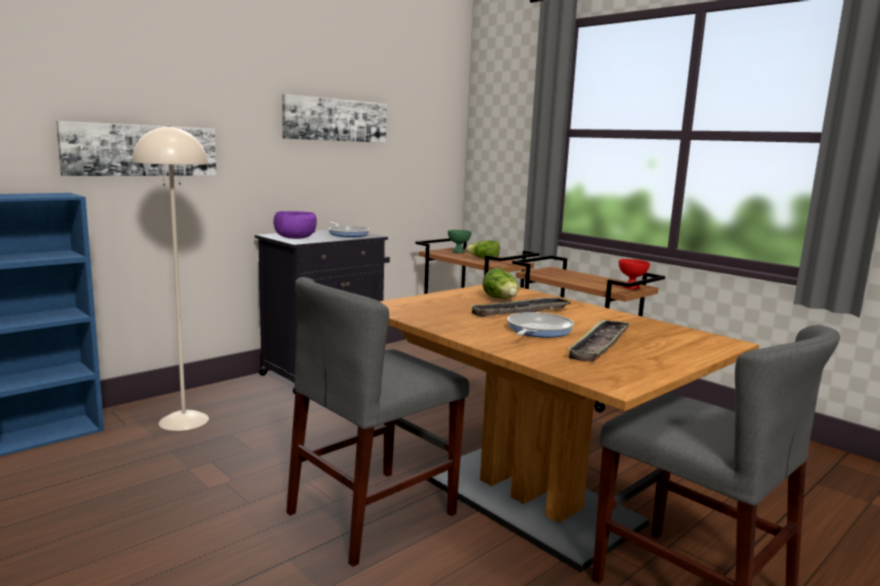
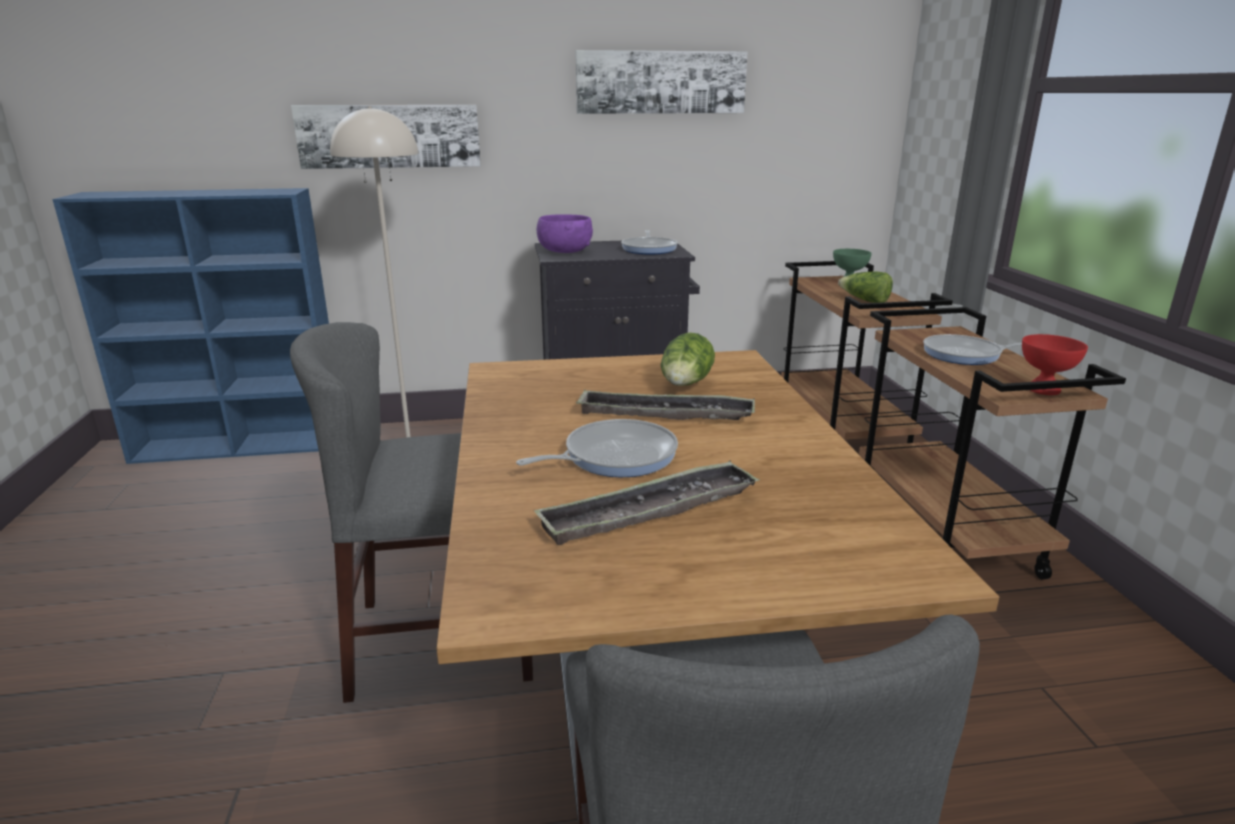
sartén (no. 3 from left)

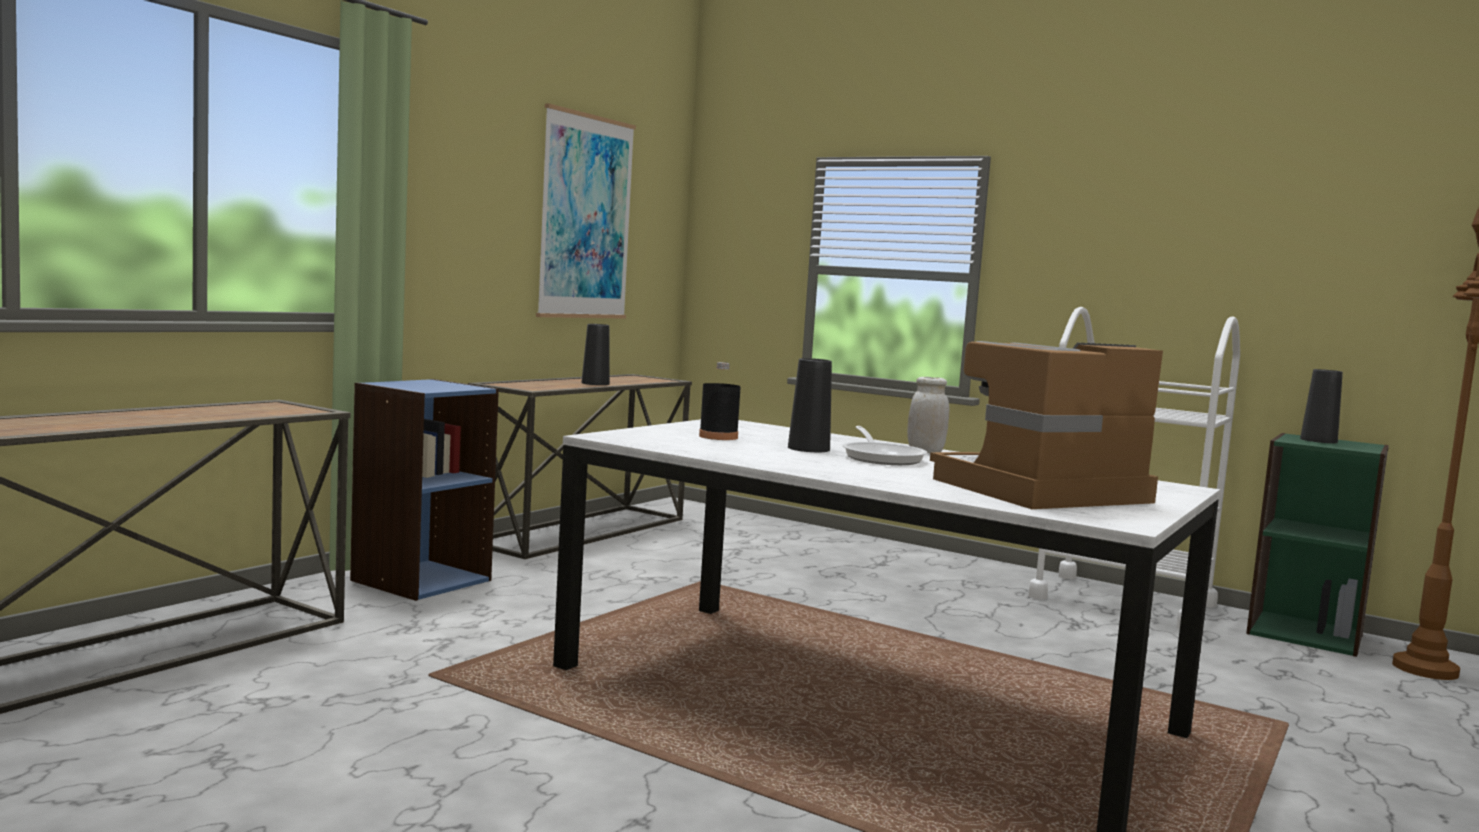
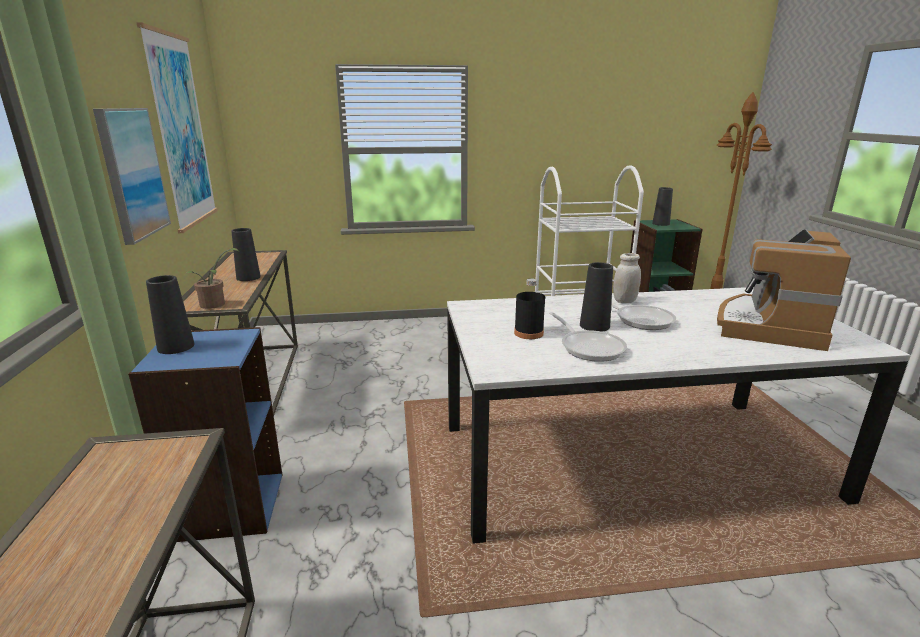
cuadro (no. 1 from left)
florero [negro] (no. 1 from left)
planta en maceta
sartén (no. 1 from left)

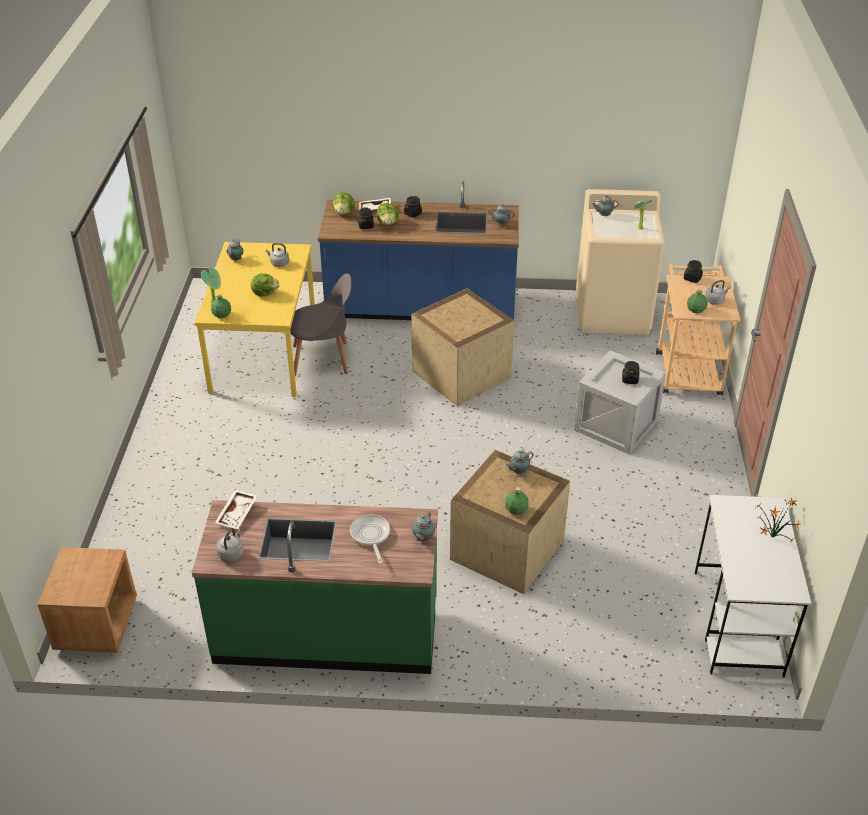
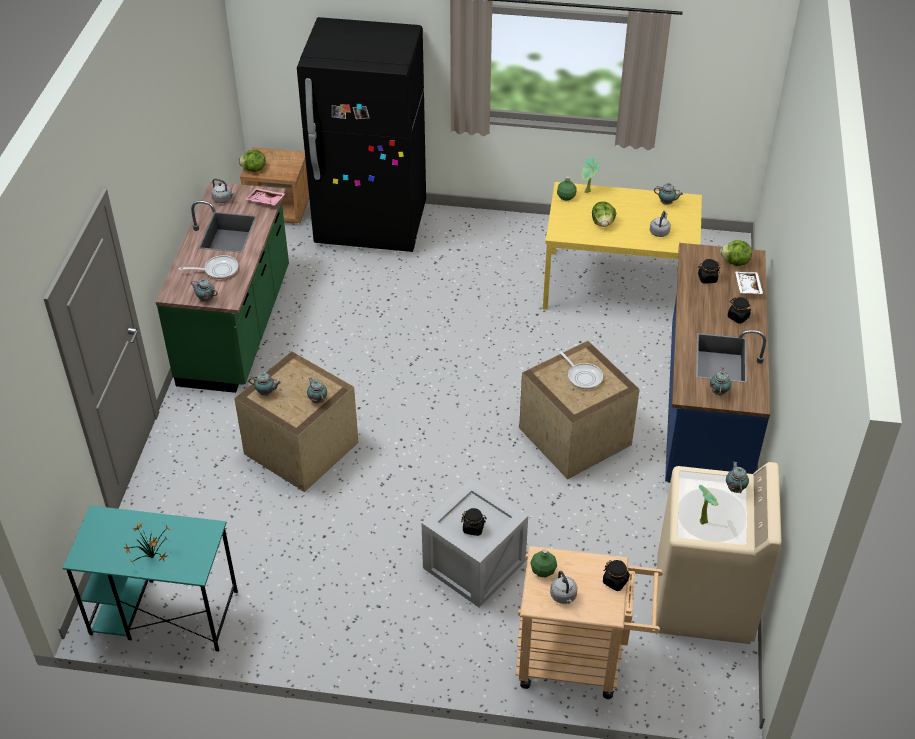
escritorio [turquesa]
lechuga (no. 1 from left)
bandeja [rosa]
tetera (no. 2 from left)
nevera [negro]
sartén (no. 2 from left)
silla [gris]

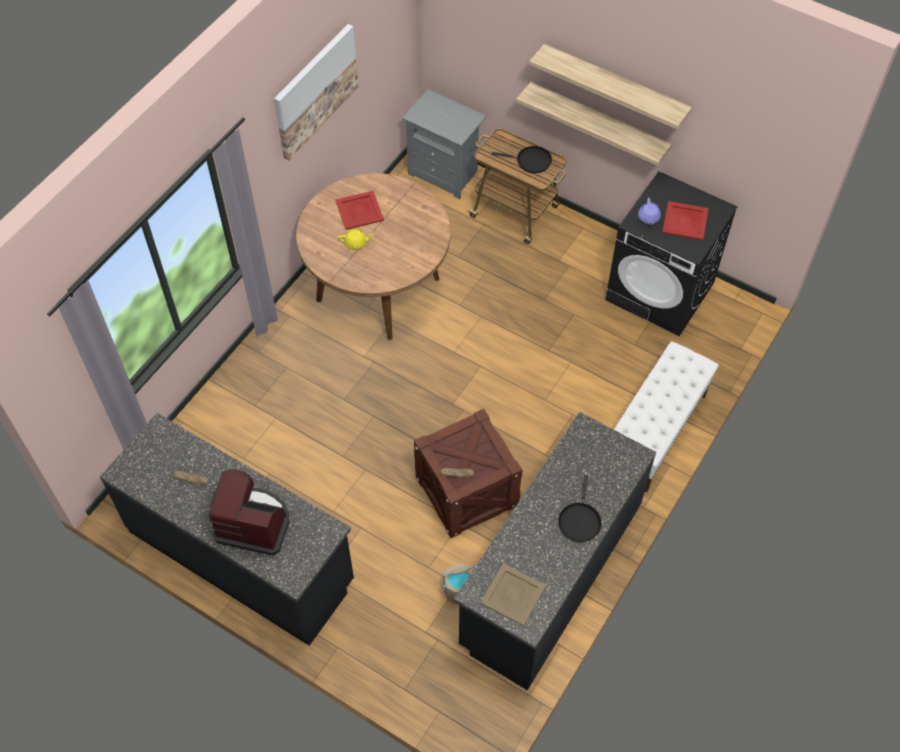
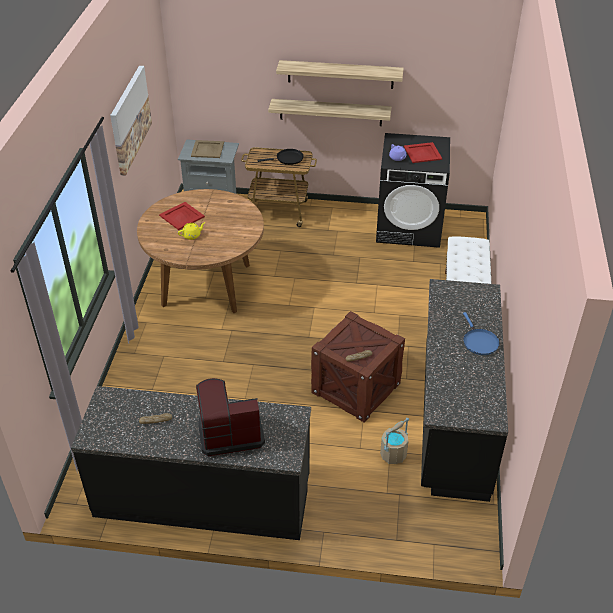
bandeja [beis]
sartén [azul]

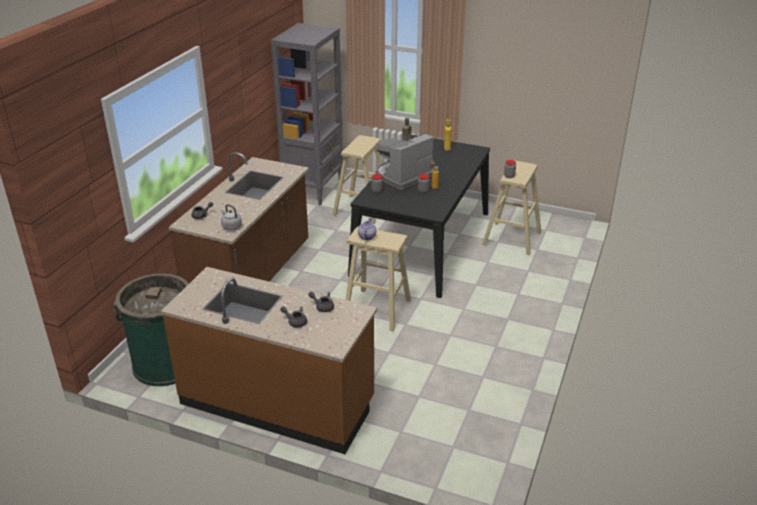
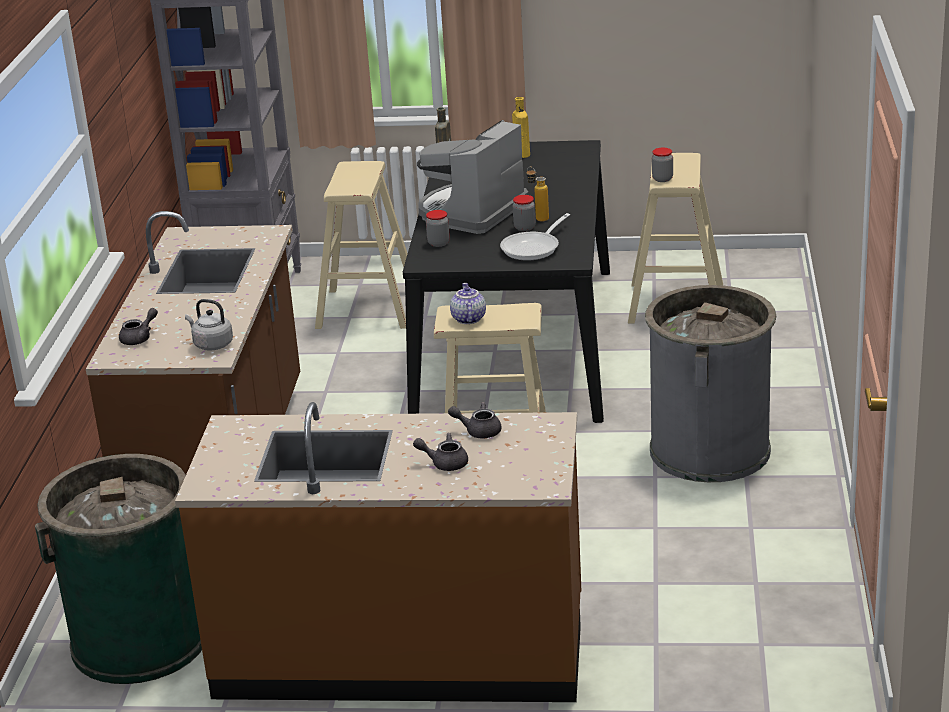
sartén
papelera [gris]

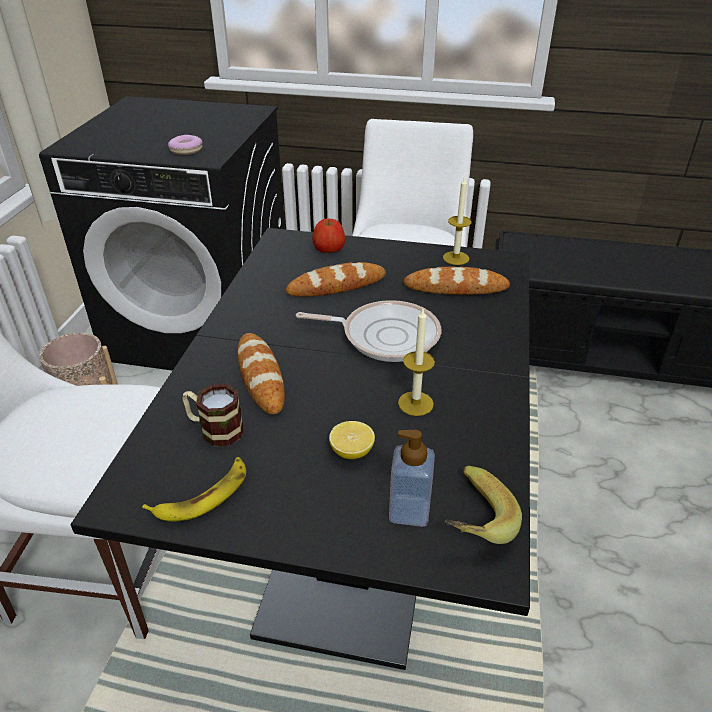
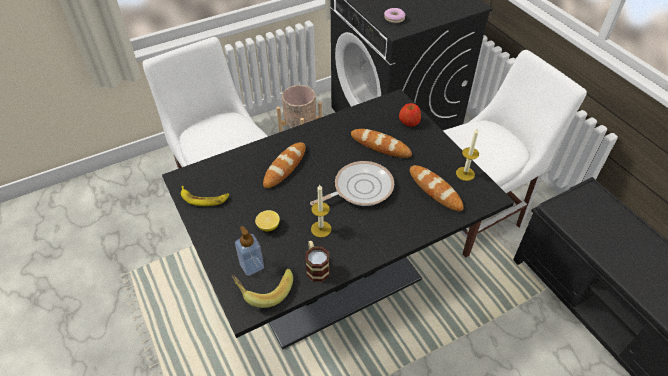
taza grande
sartén

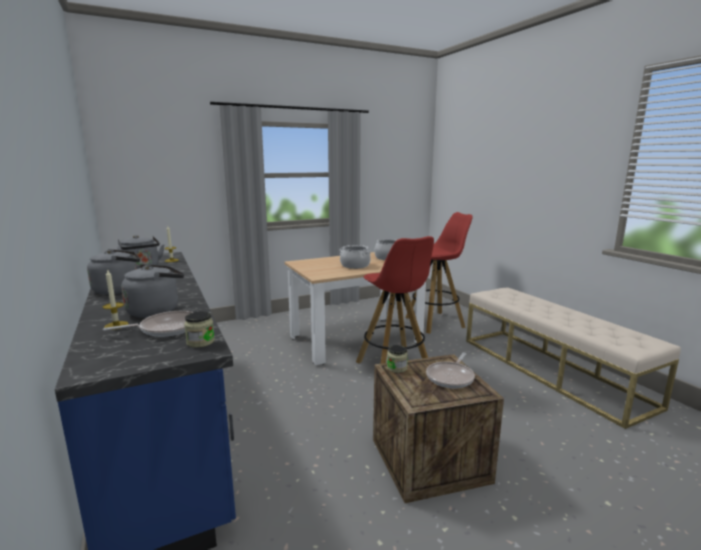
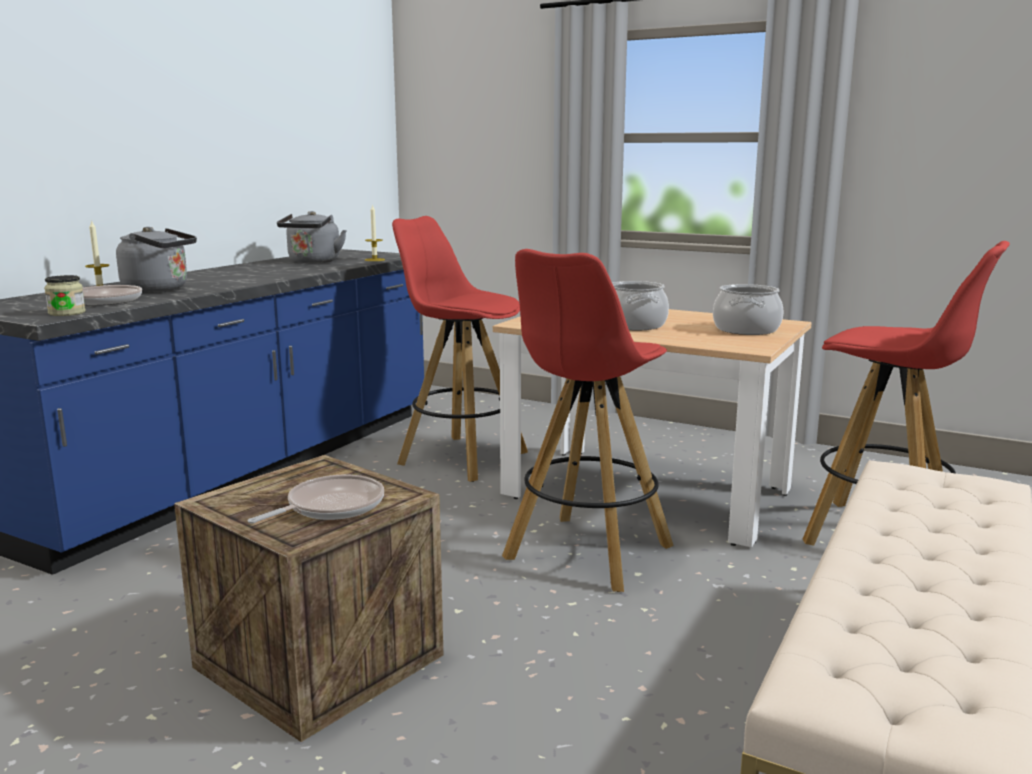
sartén (no. 2 from left)
taburete [rojo] (no. 1 from left)
hervidor [gris] (no. 1 from left in the first image)
tarro (no. 2 from left in the first image)

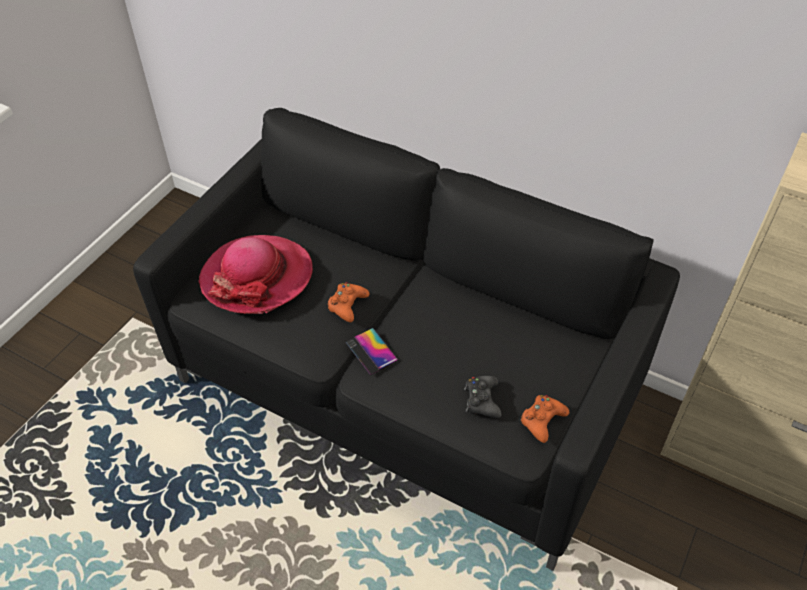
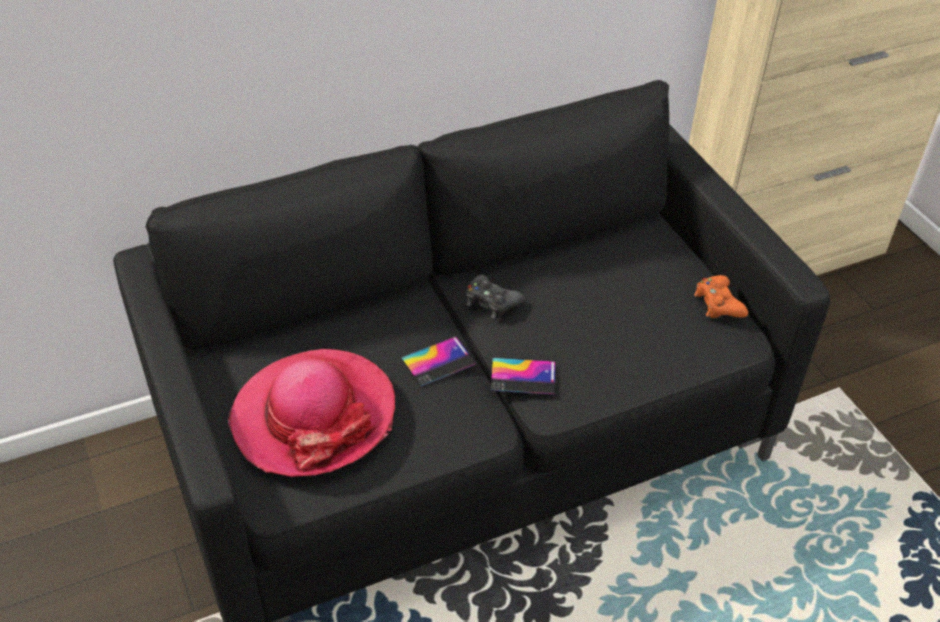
móvil (no. 1 from left)
mando de consola [negro]

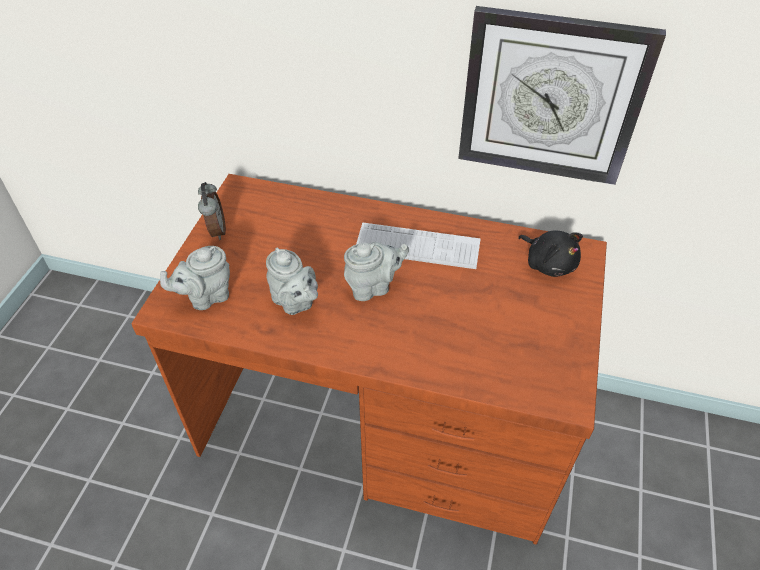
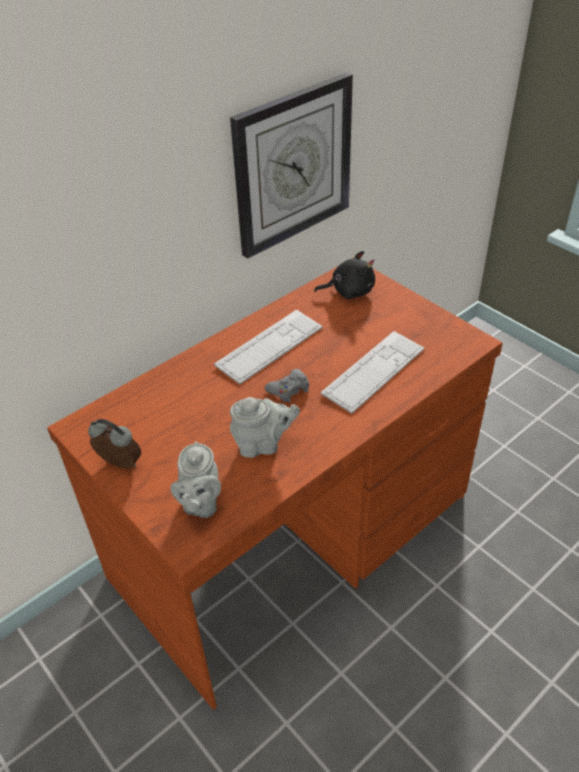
mando de consola [gris]
teclado (no. 2 from left)

